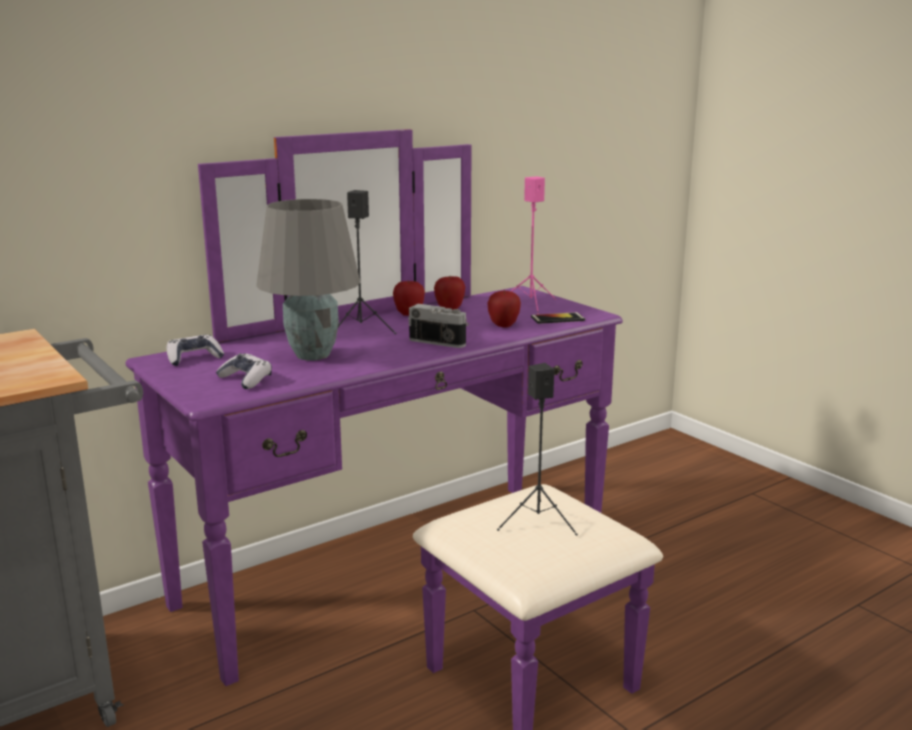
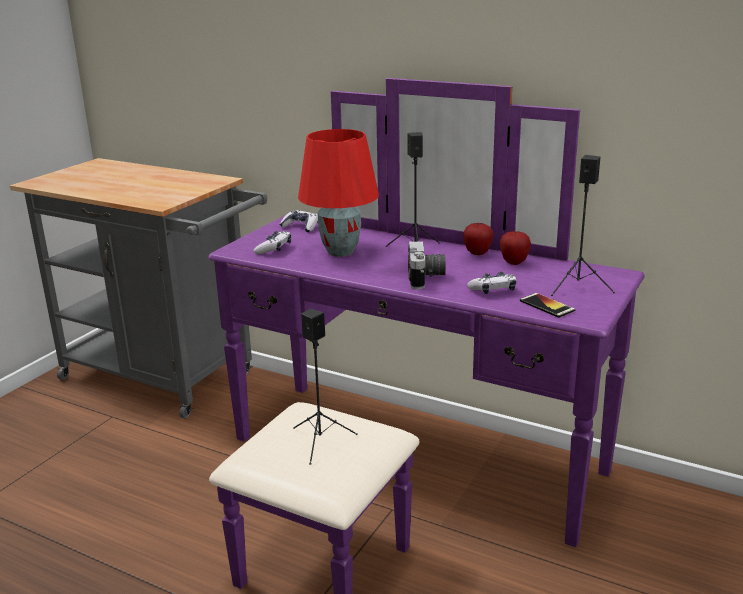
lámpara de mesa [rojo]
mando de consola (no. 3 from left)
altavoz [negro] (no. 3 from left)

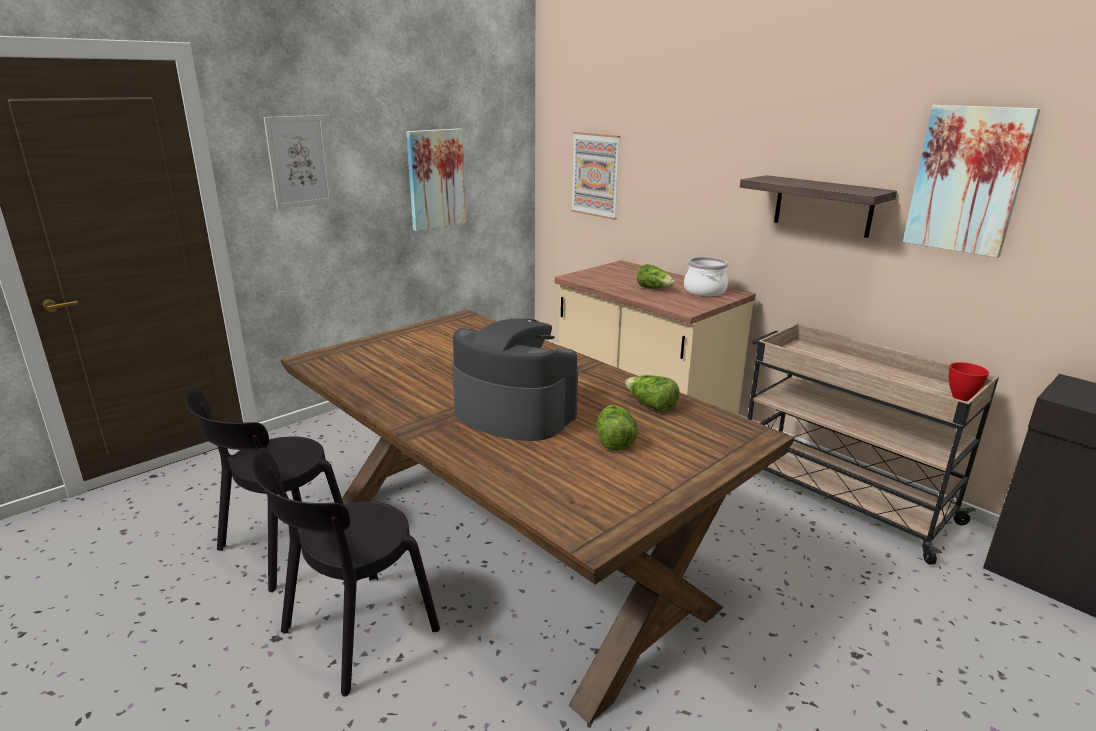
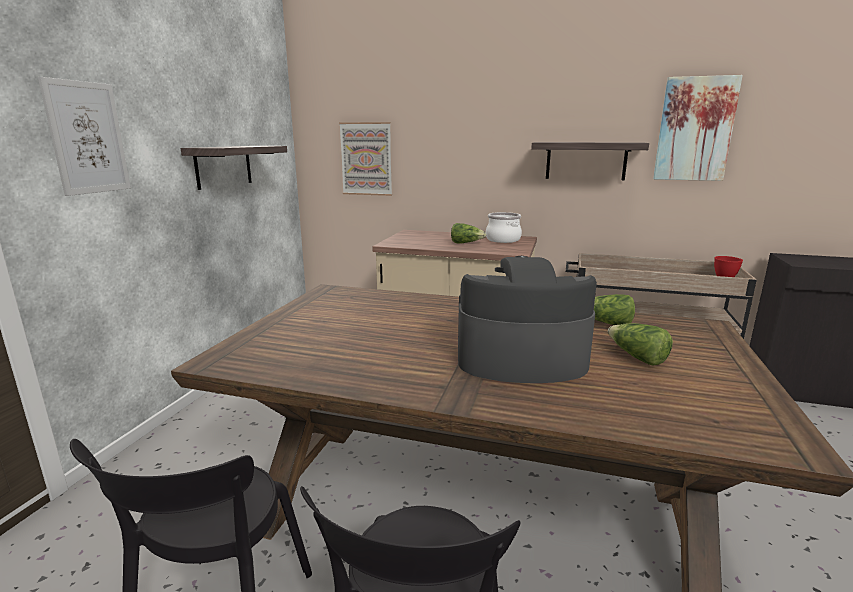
estante (no. 1 from left)

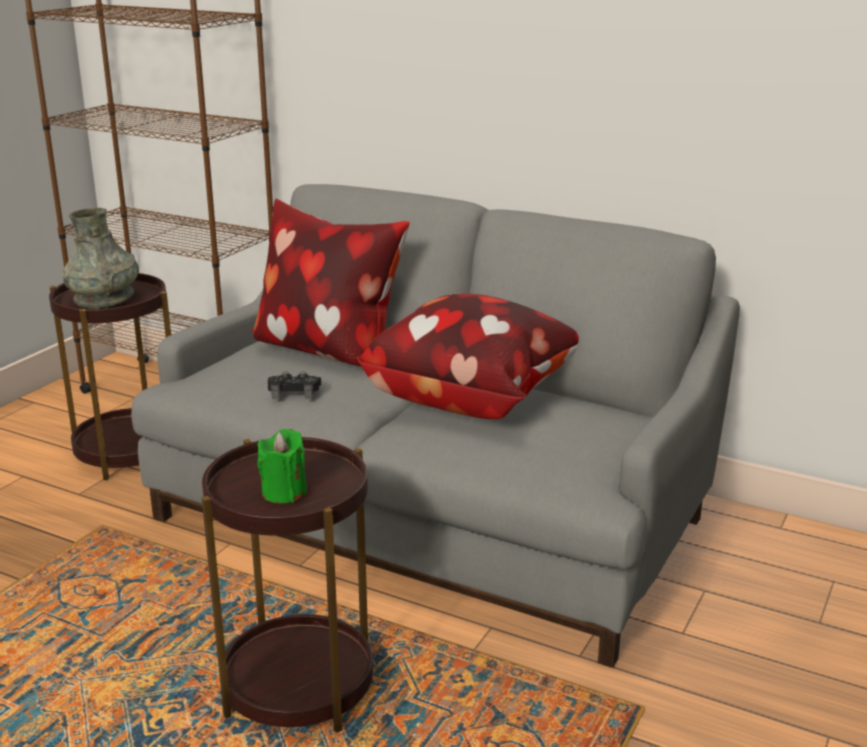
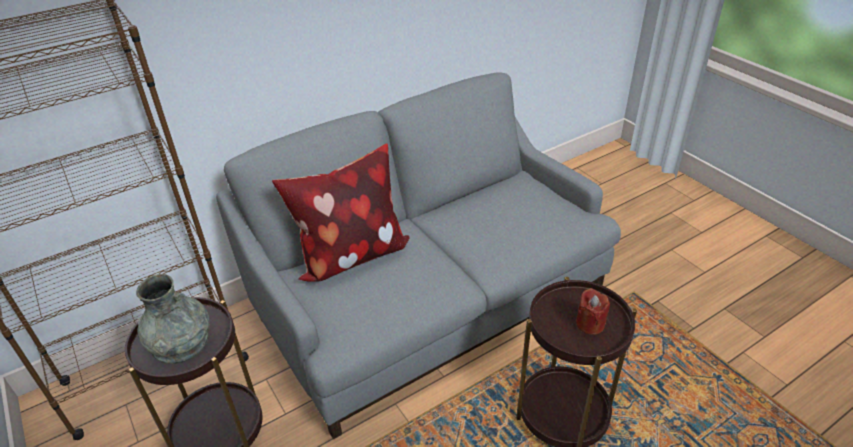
vela [rojo]
mando de consola [negro]
cojín (no. 2 from left in the first image)

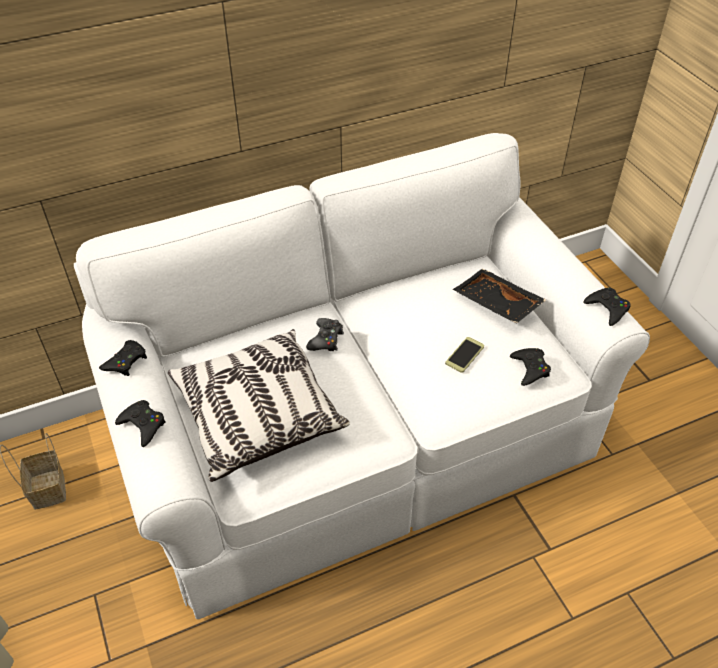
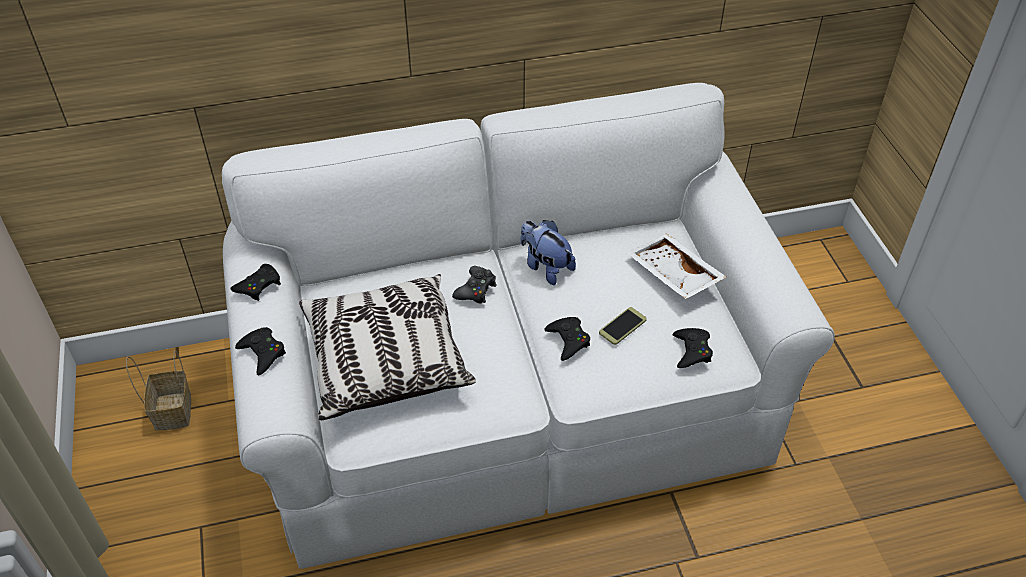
peluche
mando de consola [negro] (no. 4 from left)
bandeja [blanco]

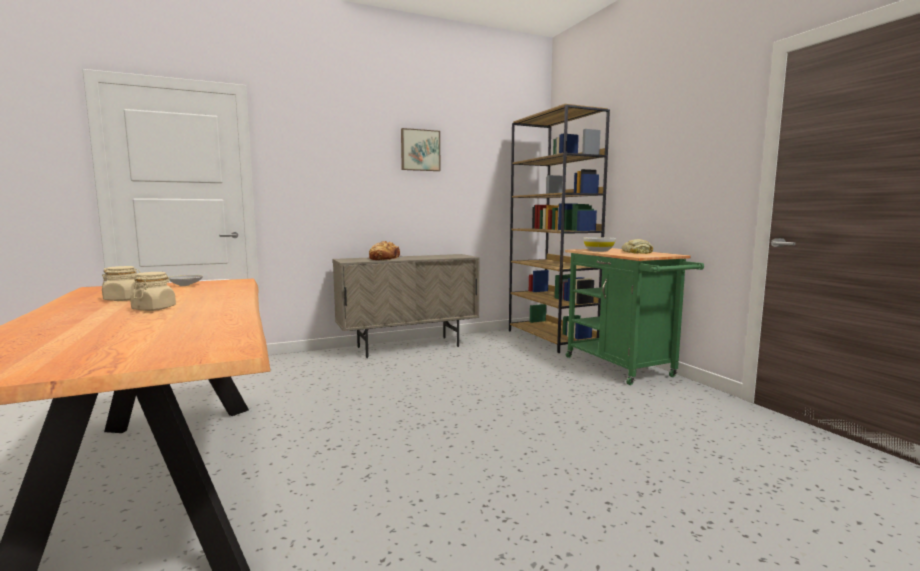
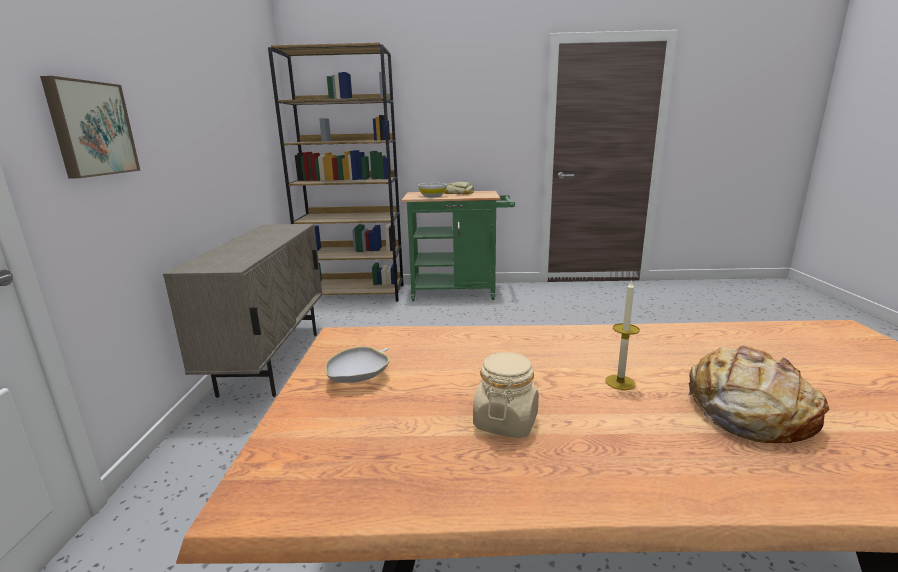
cuadro
vela
pan (no. 2 from left)

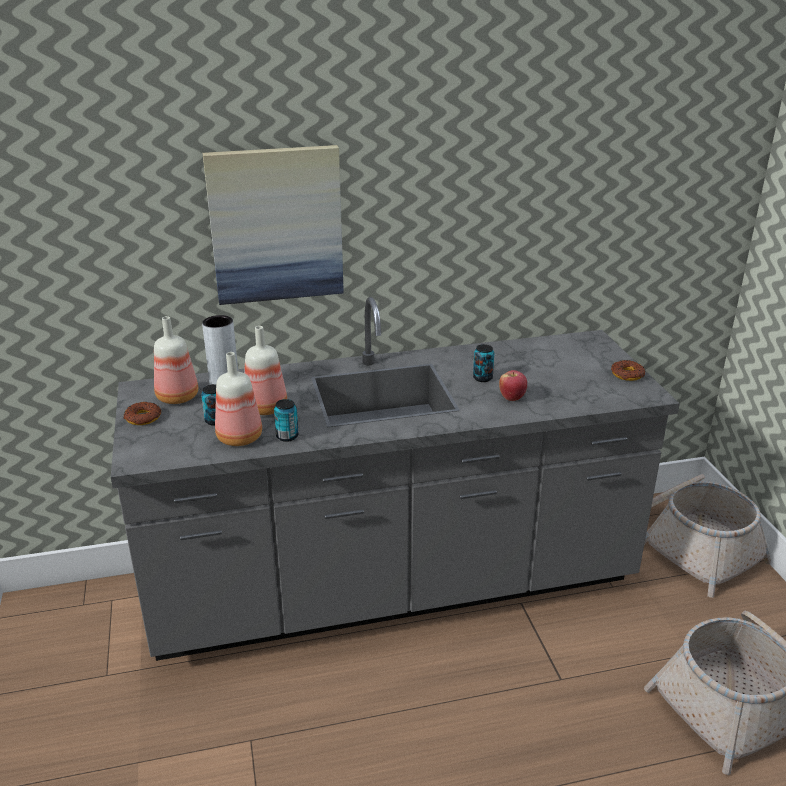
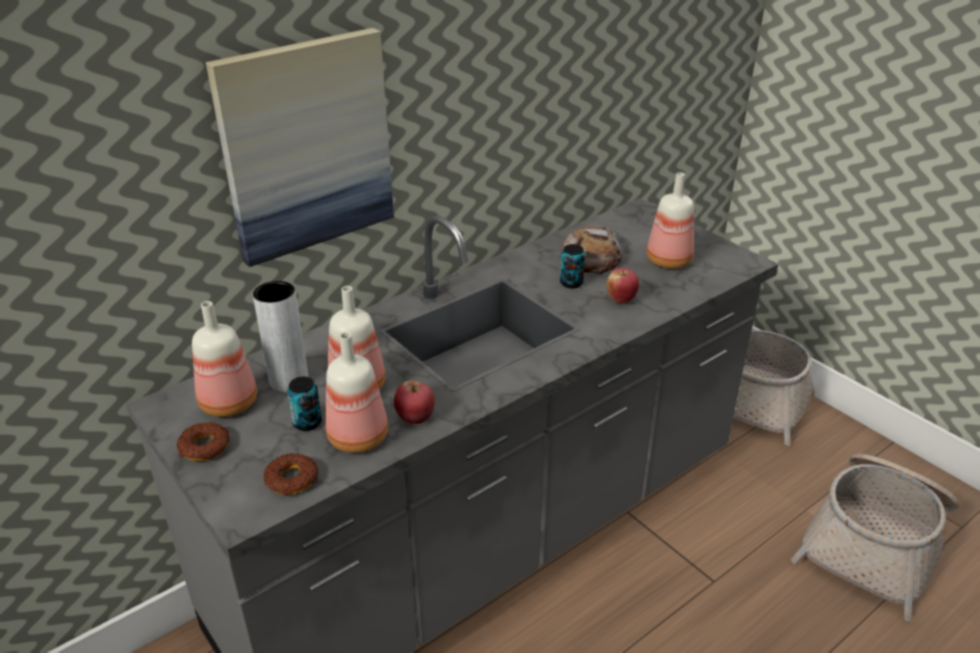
rosquilla (no. 2 from left)
manzana (no. 1 from left)
pan
botella (no. 4 from left)

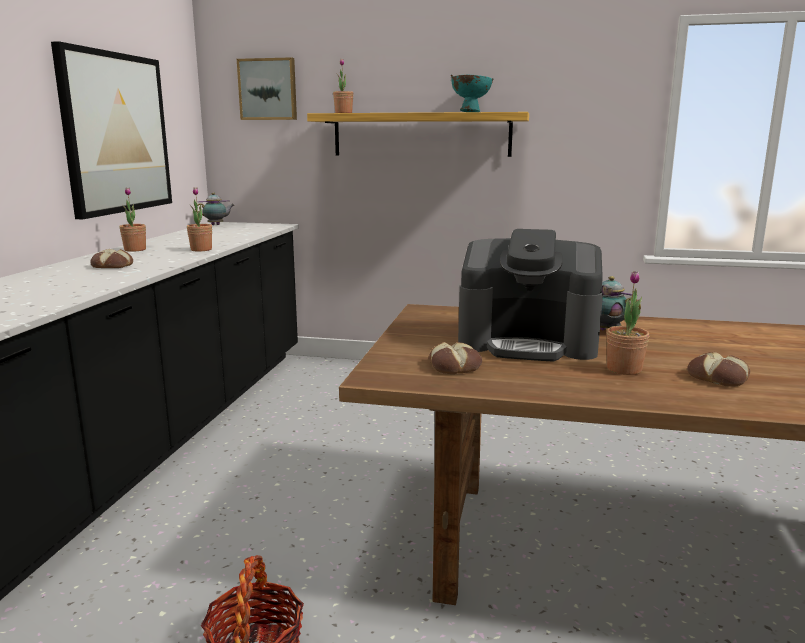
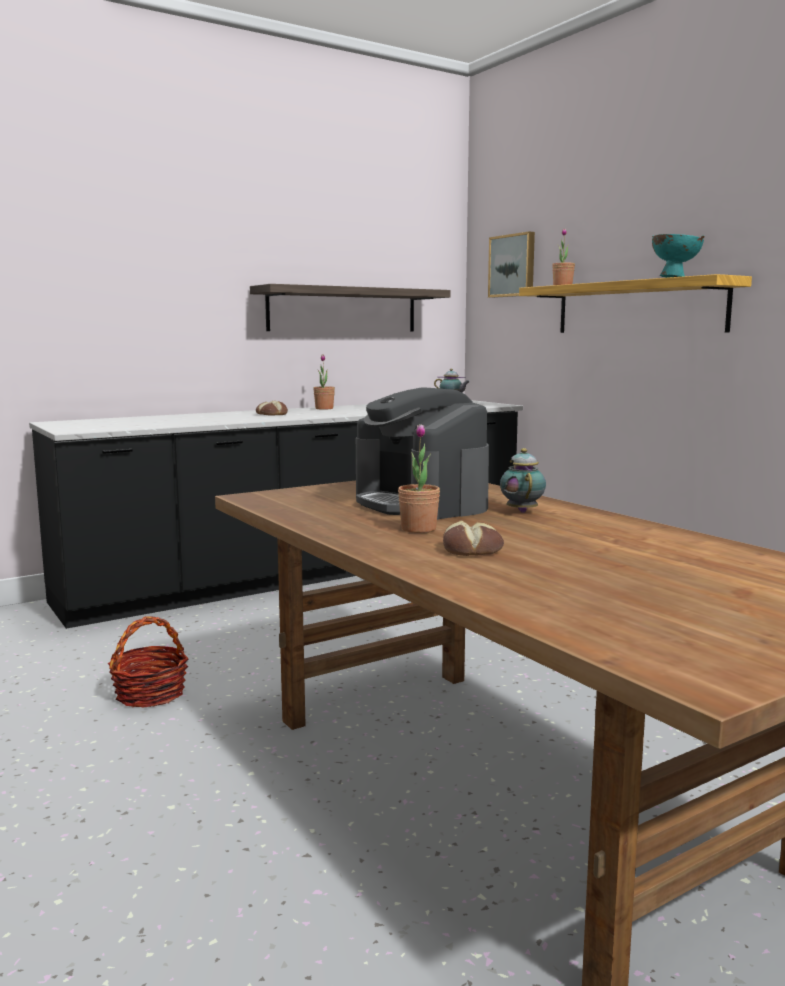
estante (no. 1 from left)
planta en maceta (no. 2 from left in the first image)
pan (no. 2 from left in the first image)

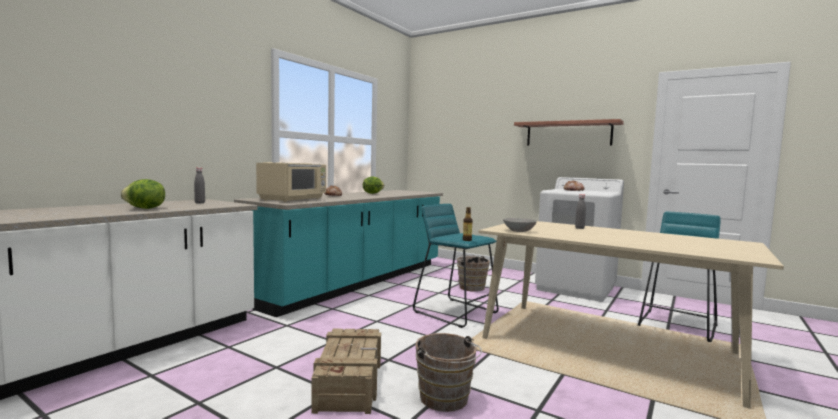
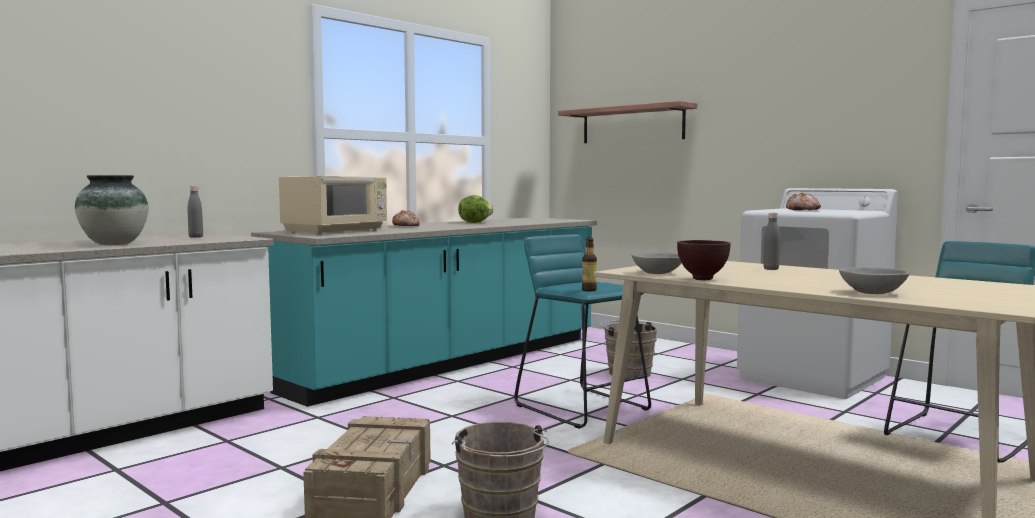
florero
estante
cuenco [marrón]
cuenco [gris] (no. 2 from left)

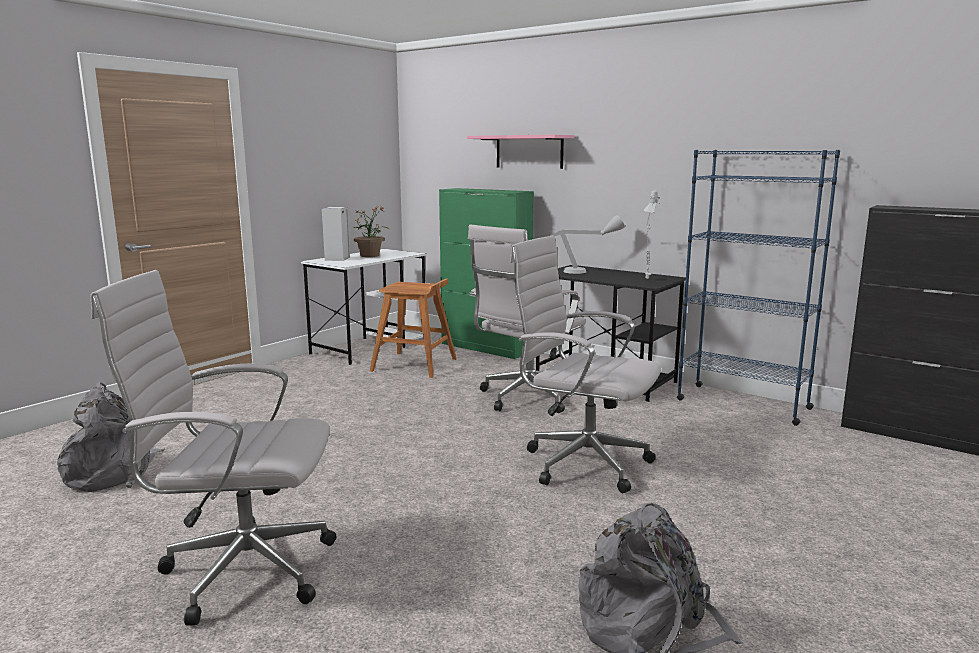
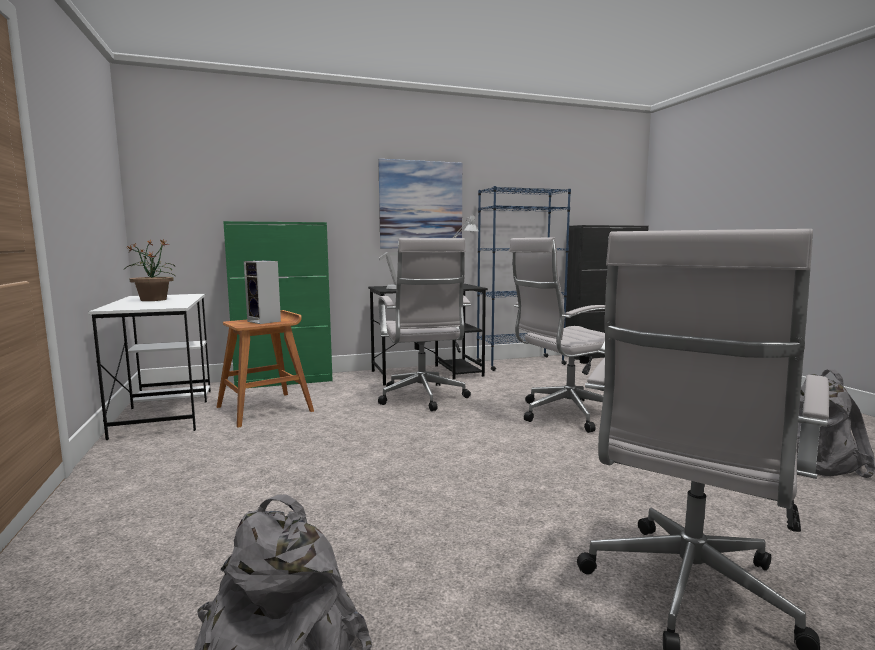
altavoz
cuadro
estante [rosa]

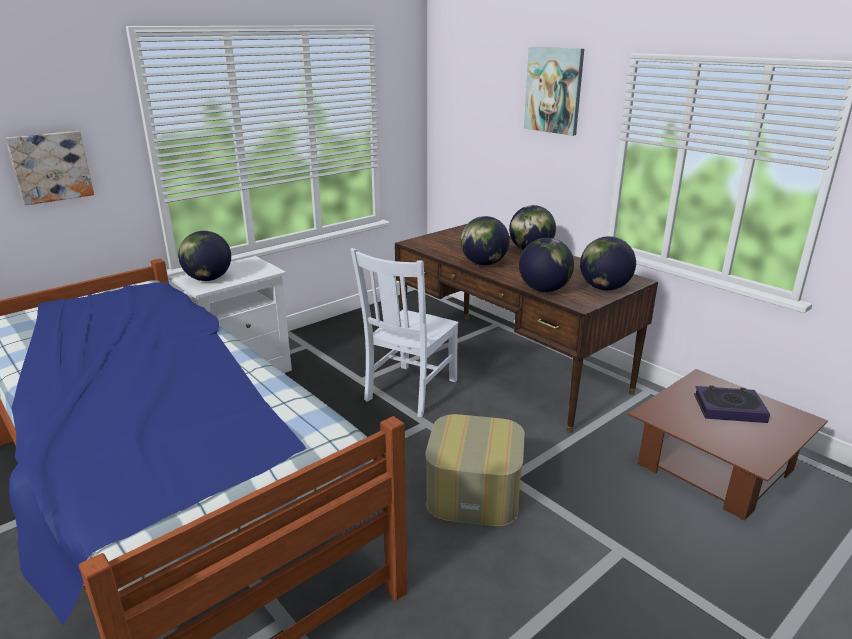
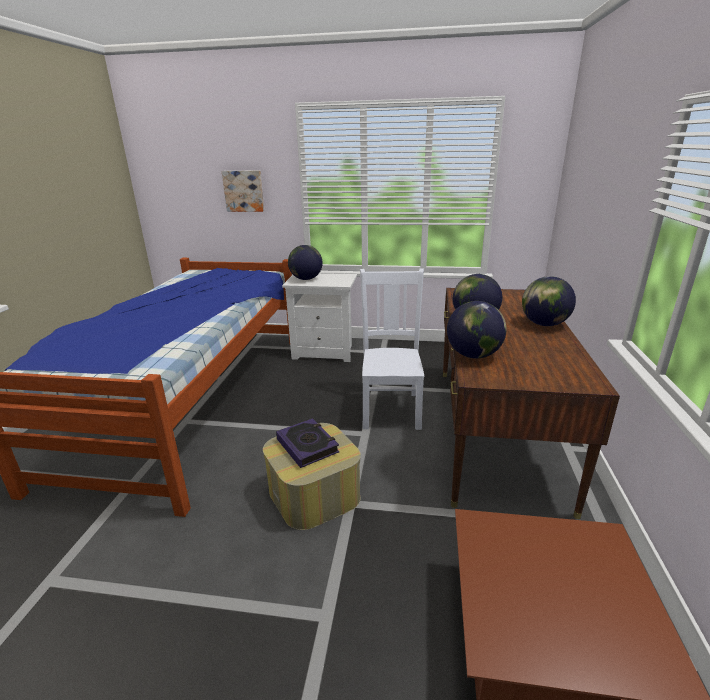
libro
silla [blanco]
cuadro (no. 2 from left in the first image)
globo terráqueo (no. 5 from left in the first image)

